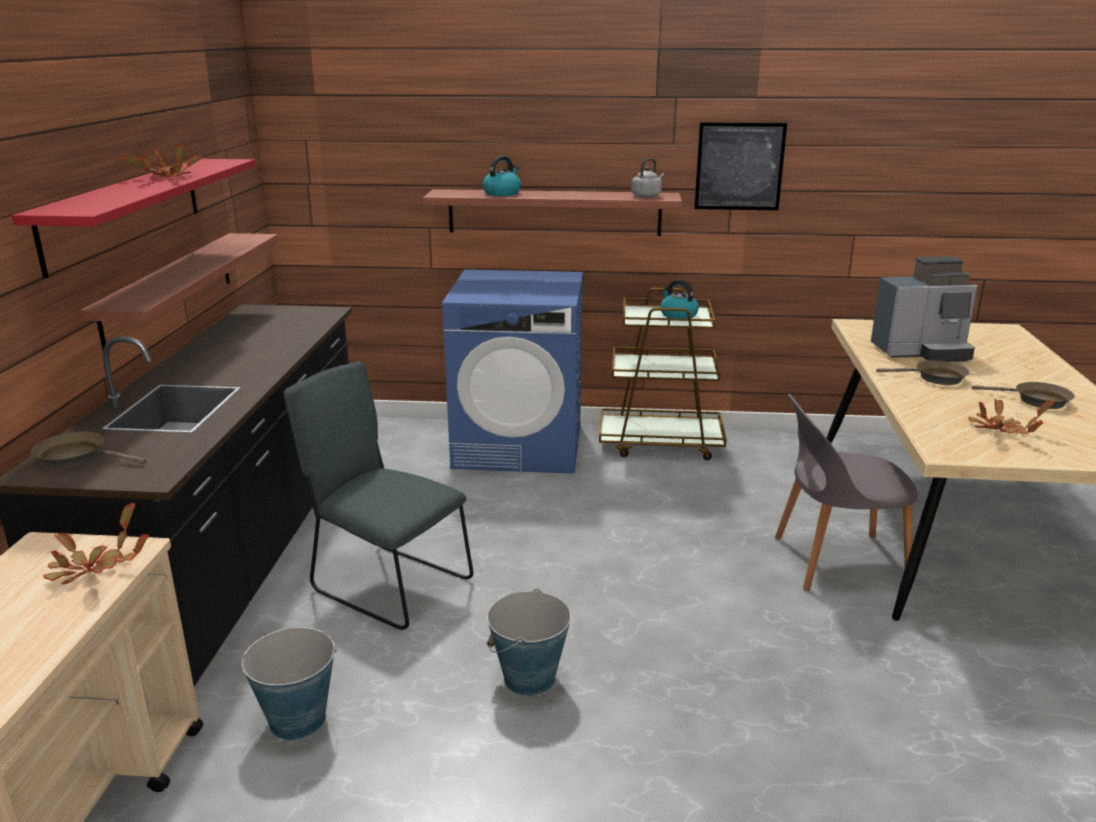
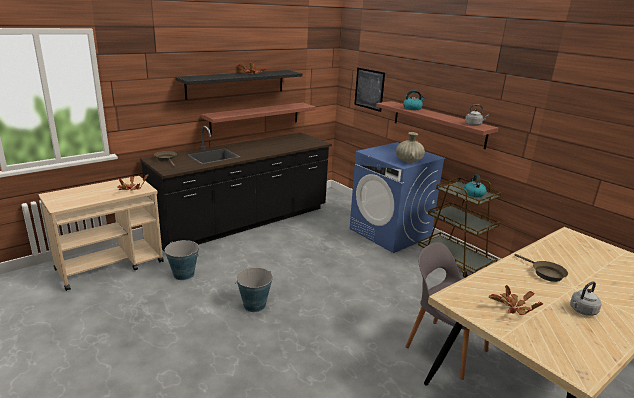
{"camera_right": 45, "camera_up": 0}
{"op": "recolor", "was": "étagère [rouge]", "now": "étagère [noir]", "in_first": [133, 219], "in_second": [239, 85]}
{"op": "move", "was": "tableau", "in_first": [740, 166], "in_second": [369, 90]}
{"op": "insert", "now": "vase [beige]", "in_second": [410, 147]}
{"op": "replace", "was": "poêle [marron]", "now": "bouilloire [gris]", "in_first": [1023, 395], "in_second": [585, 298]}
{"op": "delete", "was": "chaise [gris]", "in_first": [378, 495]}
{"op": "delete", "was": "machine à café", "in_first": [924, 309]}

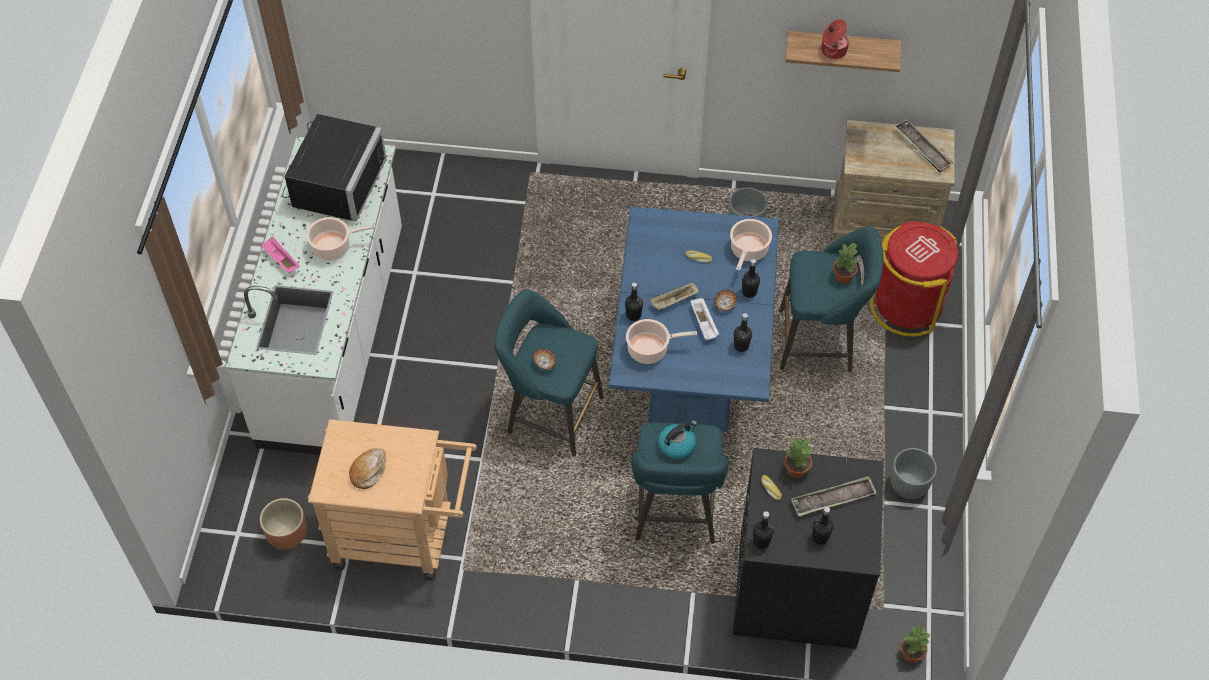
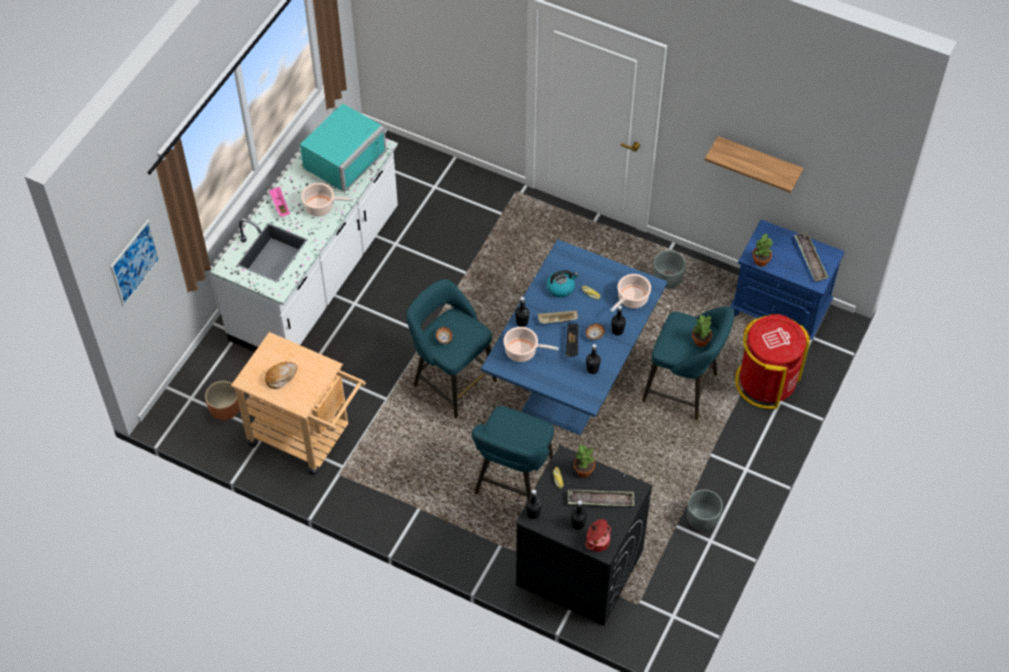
{"camera_right": 20, "camera_up": 0}
{"op": "insert", "now": "tableau", "in_second": [135, 263]}
{"op": "recolor", "was": "micro-ondes [noir]", "now": "micro-ondes [turquoise]", "in_first": [335, 168], "in_second": [343, 147]}
{"op": "move", "was": "bouilloire", "in_first": [677, 440], "in_second": [562, 283]}
{"op": "recolor", "was": "plateau [blanc]", "now": "plateau [noir]", "in_first": [705, 319], "in_second": [572, 340]}
{"op": "move", "was": "marmite", "in_first": [835, 39], "in_second": [598, 535]}
{"op": "recolor", "was": "table de chevet [beige]", "now": "table de chevet [bleu]", "in_first": [894, 180], "in_second": [787, 280]}
{"op": "move", "was": "plante en pot", "in_first": [916, 643], "in_second": [762, 250]}

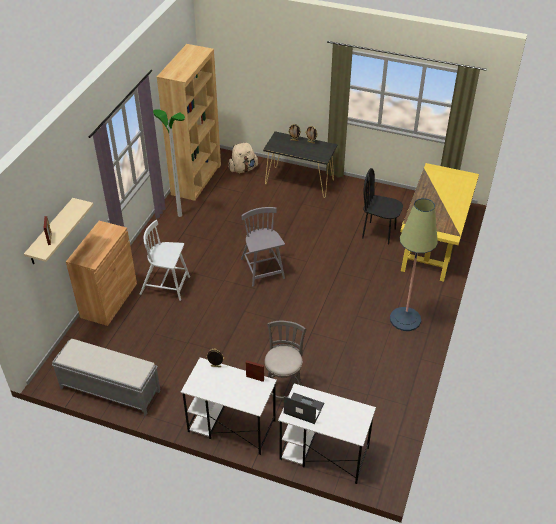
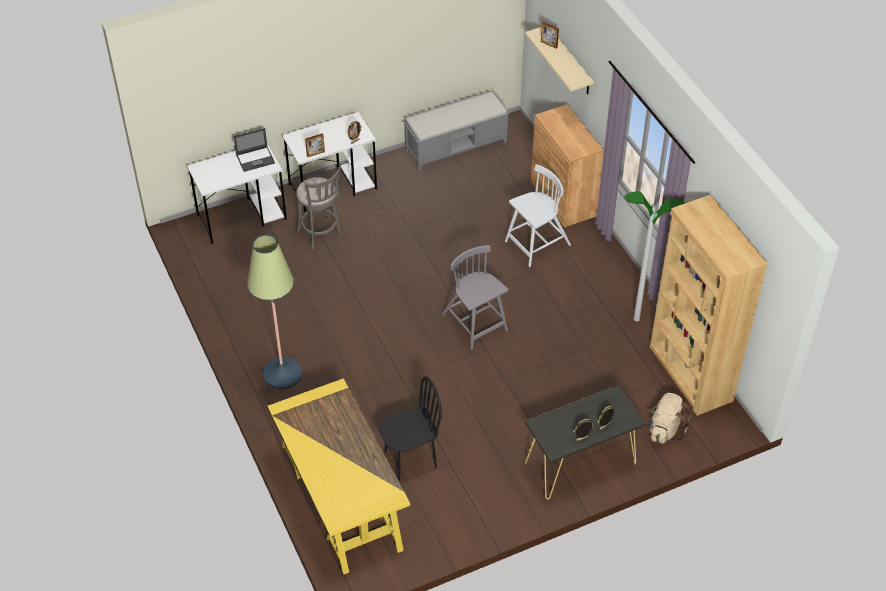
{"camera_right": 135, "camera_up": 5}
{"op": "rotate", "was": "chaise [gris]", "in_first": [263, 247], "in_second": [475, 297], "clockwise": -150}

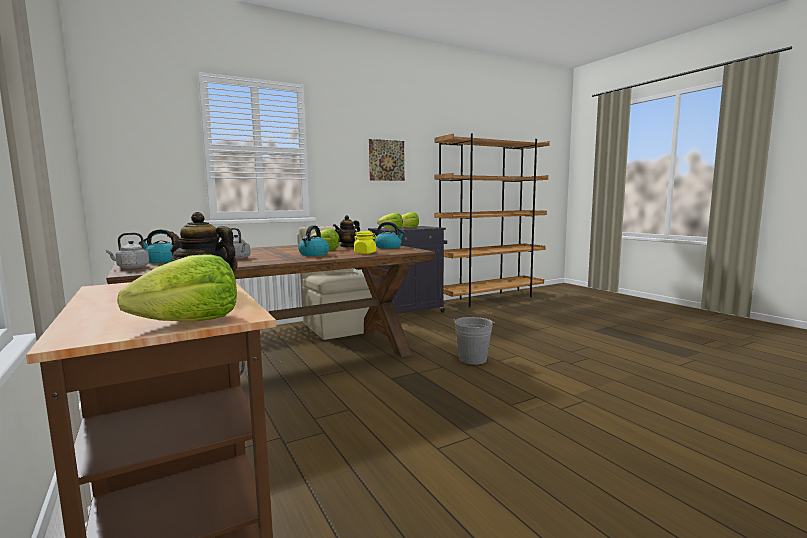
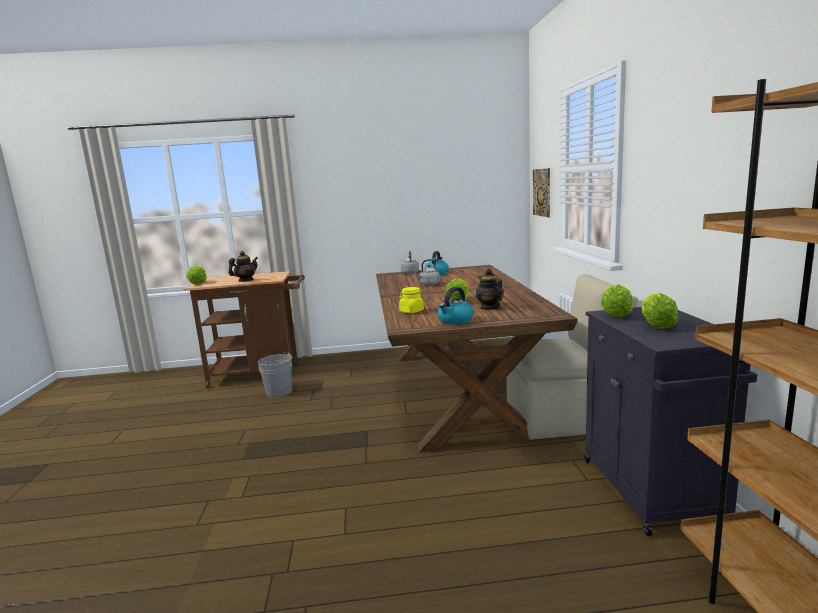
{"camera_right": 115, "camera_up": 5}
{"op": "move", "was": "seau [gris]", "in_first": [474, 341], "in_second": [275, 374]}
{"op": "move", "was": "tableau", "in_first": [387, 160], "in_second": [541, 192]}
{"op": "delete", "was": "bouilloire", "in_first": [313, 240]}

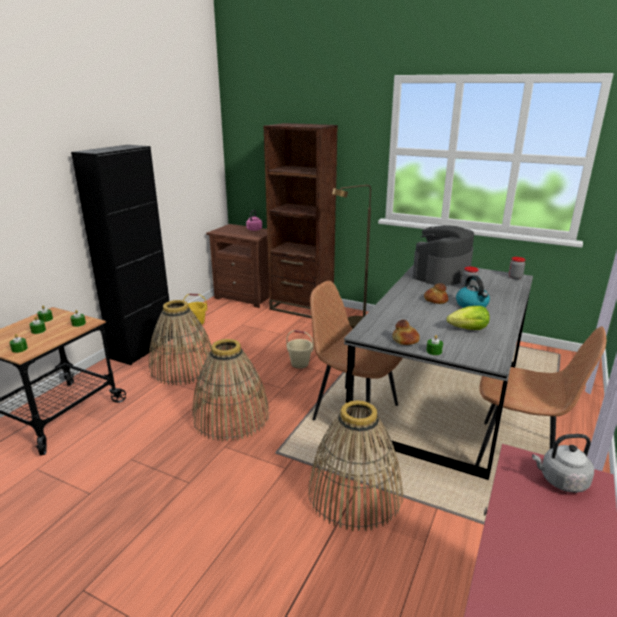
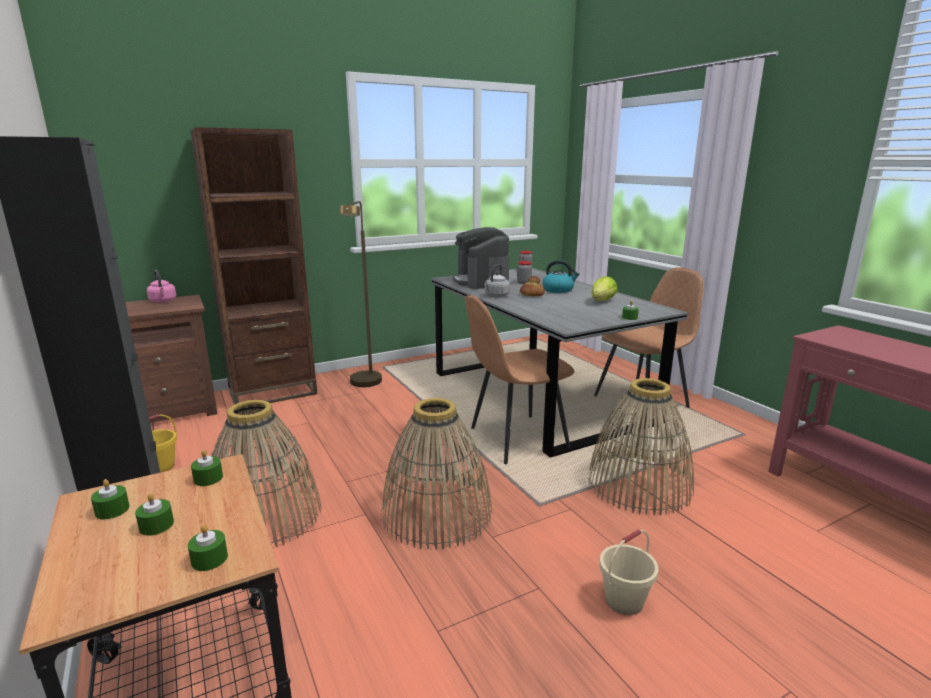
{"camera_right": -55, "camera_up": -5}
{"op": "move", "was": "bouilloire [gris]", "in_first": [563, 463], "in_second": [497, 280]}
{"op": "move", "was": "seau [beige]", "in_first": [299, 349], "in_second": [629, 572]}
{"op": "delete", "was": "pain", "in_first": [406, 332]}

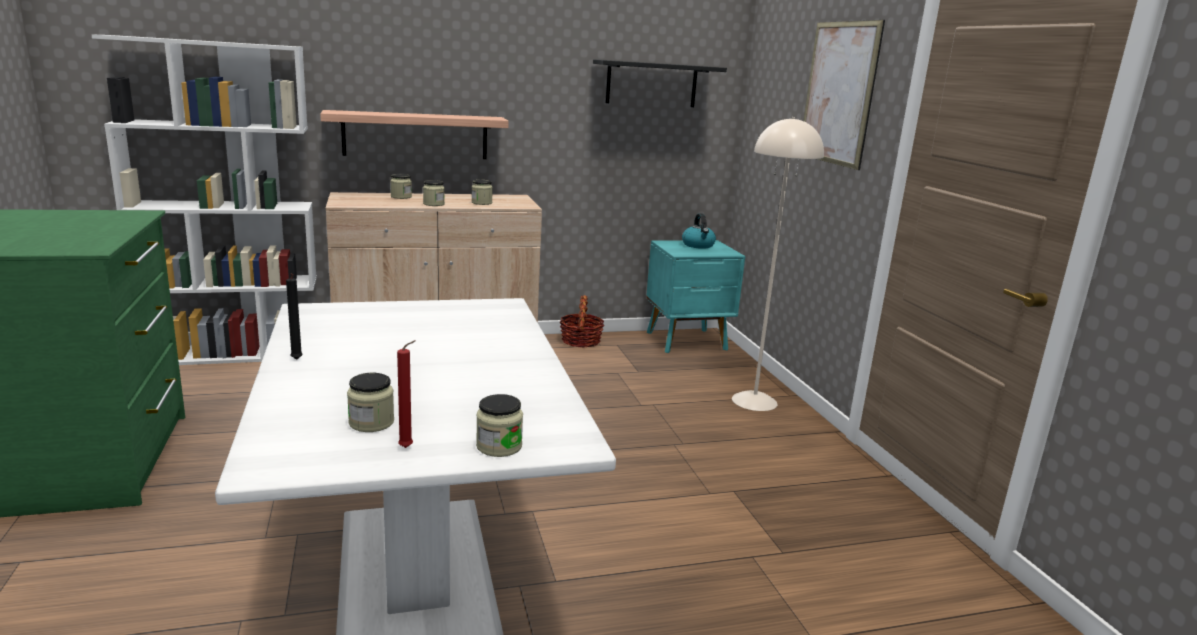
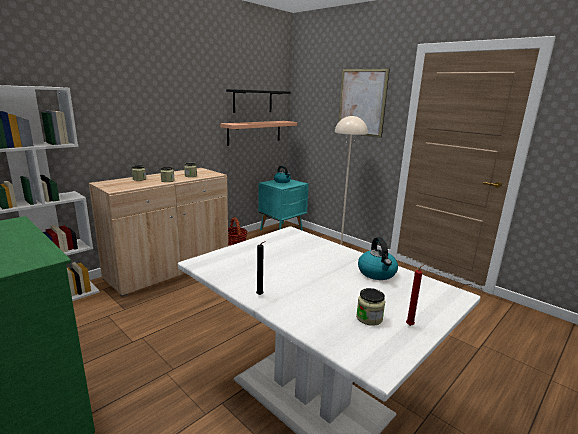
{"camera_right": -30, "camera_up": 0}
{"op": "move", "was": "étagère", "in_first": [414, 134], "in_second": [258, 133]}
{"op": "insert", "now": "bouilloire", "in_second": [378, 258]}
{"op": "delete", "was": "bocal", "in_first": [499, 425]}

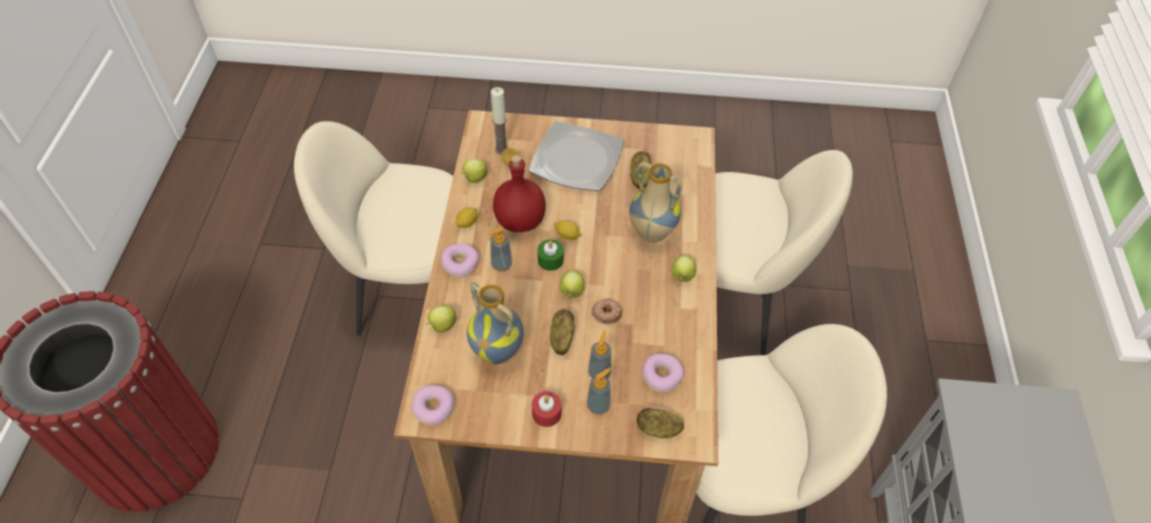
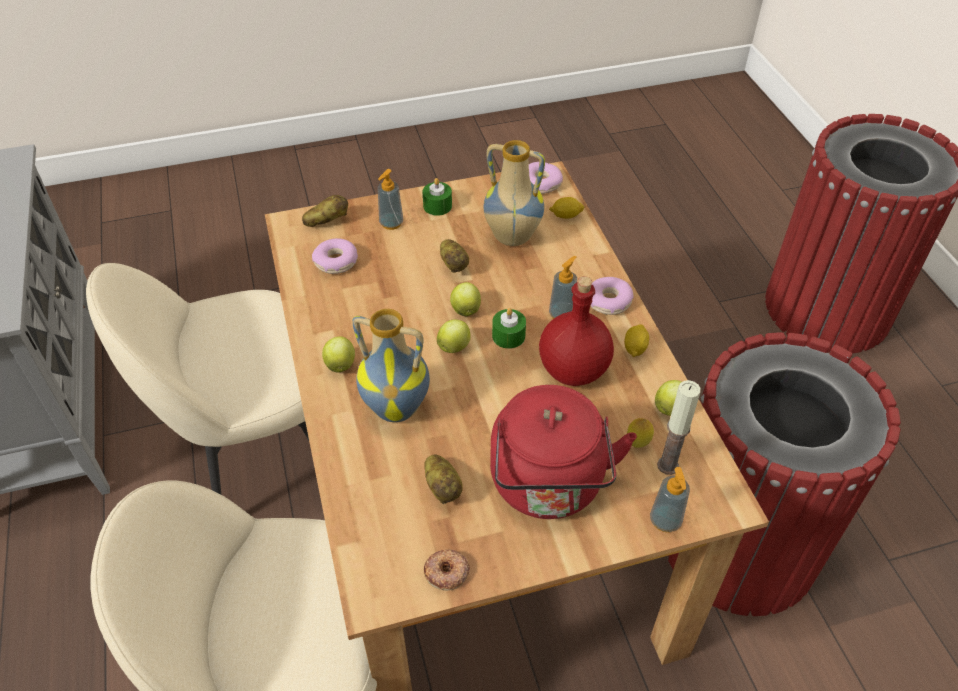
{"camera_right": 160, "camera_up": -5}
{"op": "recolor", "was": "bougie [rouge]", "now": "bougie [vert]", "in_first": [546, 409], "in_second": [437, 197]}
{"op": "move", "was": "beignet", "in_first": [607, 312], "in_second": [447, 570]}
{"op": "move", "was": "pomme", "in_first": [441, 319], "in_second": [454, 336]}
{"op": "replace", "was": "assiette", "now": "bouilloire [rouge]", "in_first": [576, 156], "in_second": [563, 452]}
{"op": "move", "was": "citron", "in_first": [568, 230], "in_second": [567, 208]}
{"op": "move", "was": "distributeur de savon", "in_first": [599, 354], "in_second": [670, 499]}
{"op": "replace", "was": "chaise [beige]", "now": "poubelle [rouge]", "in_first": [373, 228], "in_second": [784, 474]}

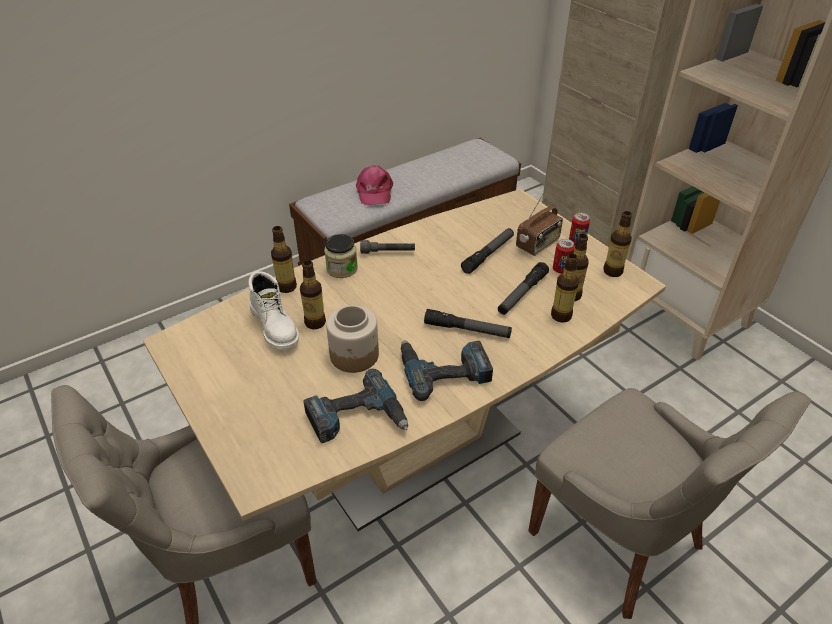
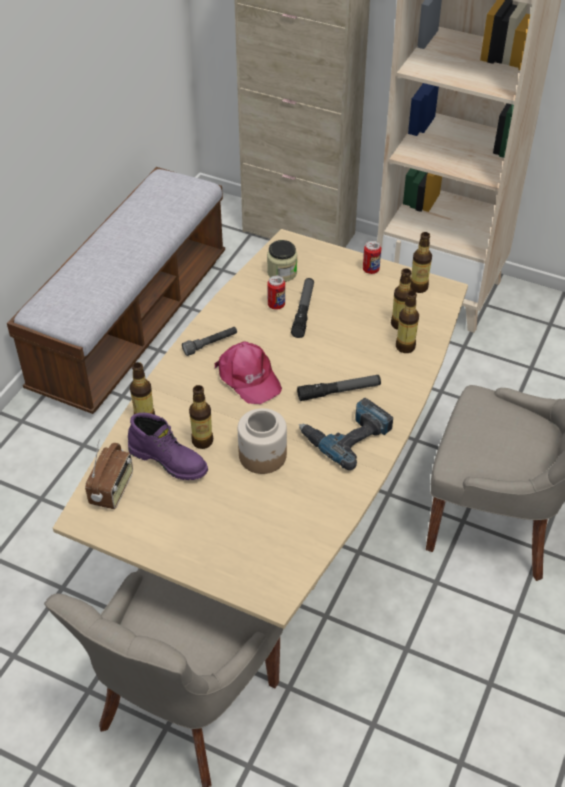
{"camera_right": -30, "camera_up": 5}
{"op": "move", "was": "radio", "in_first": [539, 225], "in_second": [109, 474]}
{"op": "recolor", "was": "botte [blanc]", "now": "botte [violet]", "in_first": [273, 310], "in_second": [168, 446]}
{"op": "move", "was": "casquette [rose]", "in_first": [374, 185], "in_second": [248, 372]}
{"op": "move", "was": "bocal", "in_first": [341, 256], "in_second": [282, 261]}
{"op": "move", "was": "boîte métallique", "in_first": [564, 256], "in_second": [276, 293]}
{"op": "delete", "was": "perceuse", "in_first": [355, 406]}
{"op": "delete", "was": "lampe de poche", "in_first": [523, 288]}

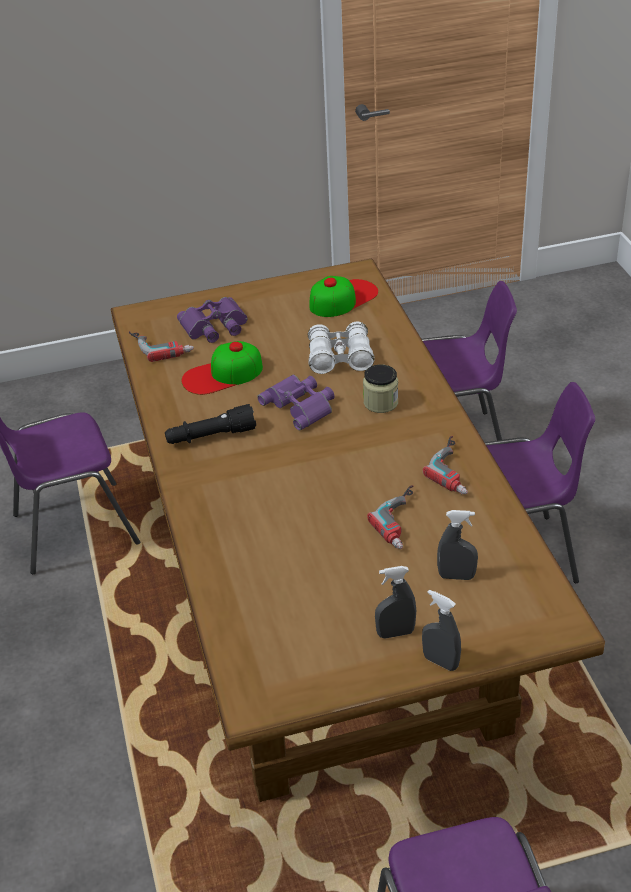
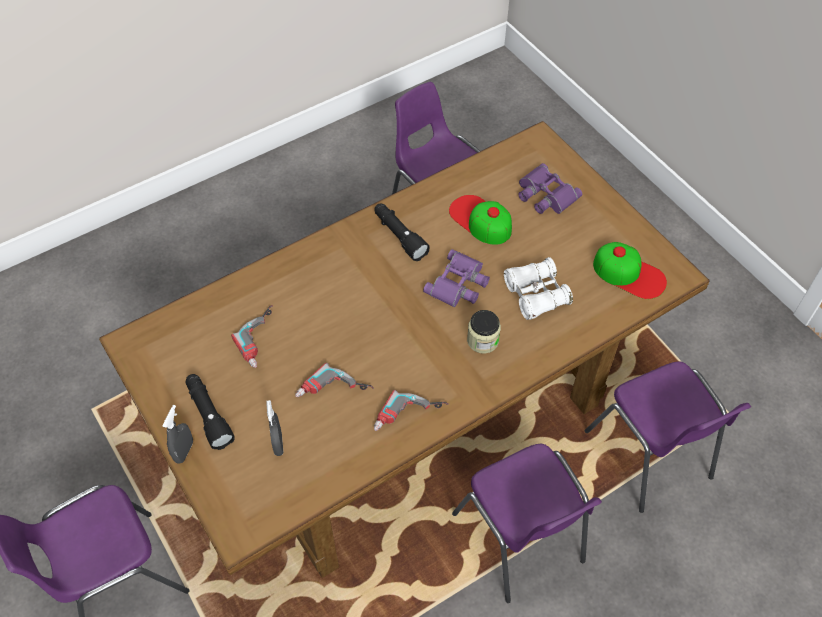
{"camera_right": 70, "camera_up": 15}
{"op": "replace", "was": "vaporisateur [gris]", "now": "lampe de poche [noir]", "in_first": [395, 602], "in_second": [210, 412]}
{"op": "move", "was": "perceuse", "in_first": [161, 346], "in_second": [252, 336]}

